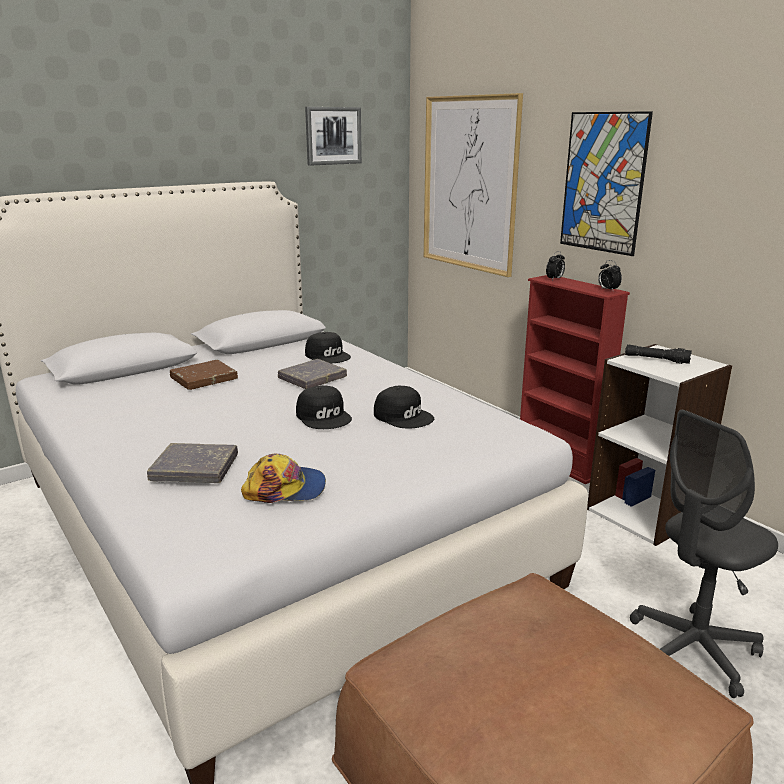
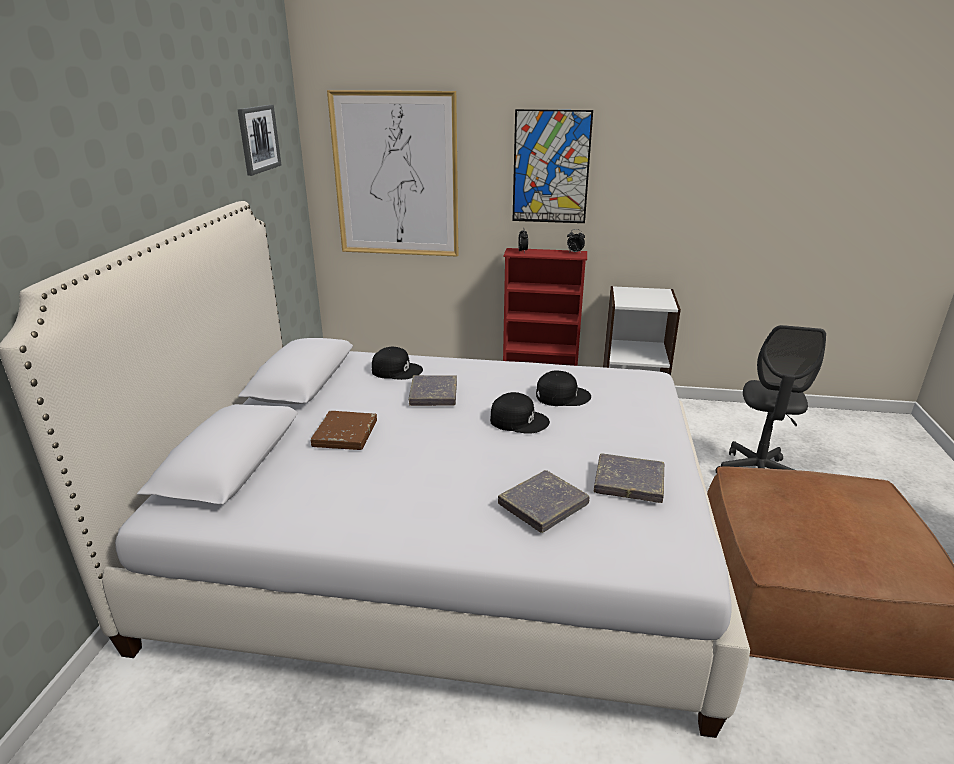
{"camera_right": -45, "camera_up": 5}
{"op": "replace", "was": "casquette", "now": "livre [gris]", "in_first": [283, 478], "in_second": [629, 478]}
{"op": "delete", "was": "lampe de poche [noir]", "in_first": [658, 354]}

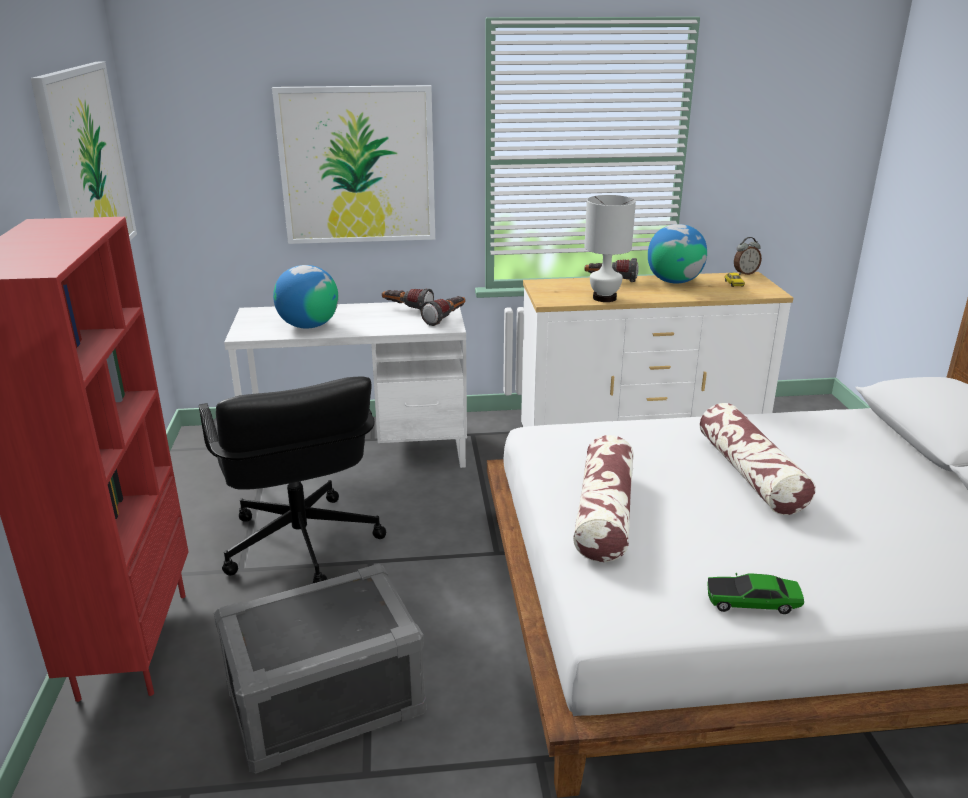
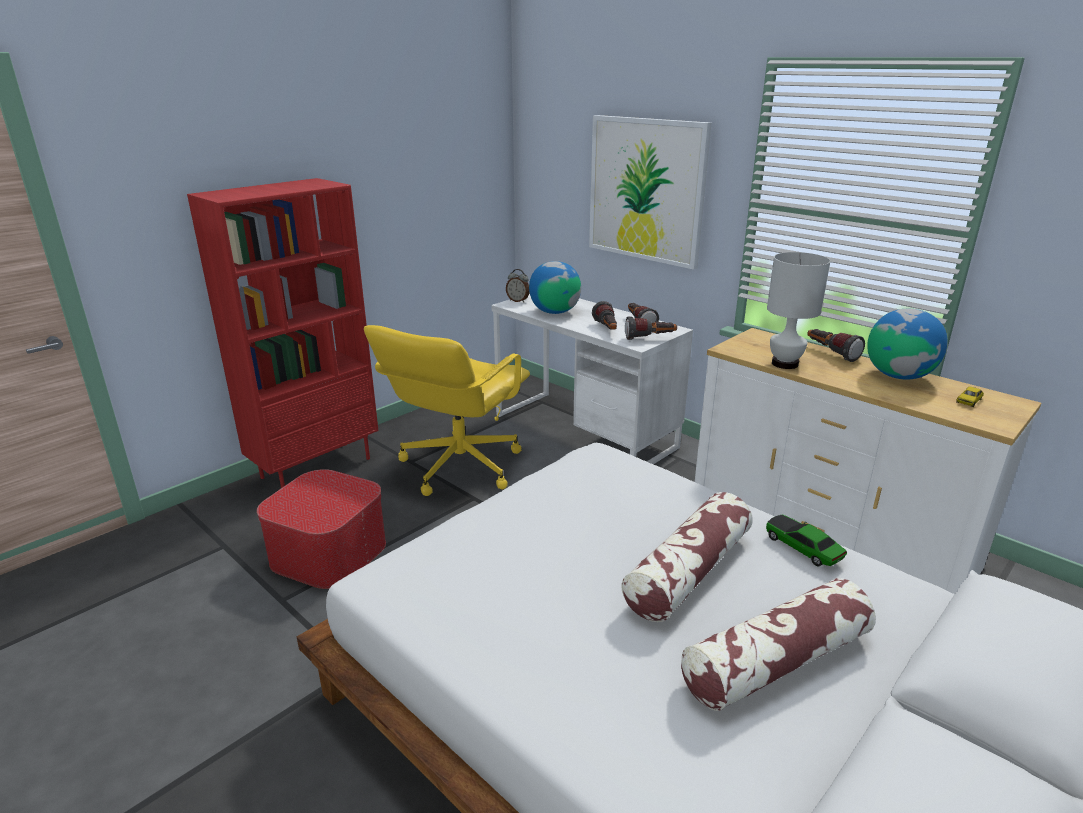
{"camera_right": 50, "camera_up": 0}
{"op": "replace", "was": "boîte de rangement [gris]", "now": "pouf", "in_first": [320, 668], "in_second": [321, 529]}
{"op": "recolor", "was": "chaise de bureau [noir]", "now": "chaise de bureau [jaune]", "in_first": [292, 480], "in_second": [447, 410]}
{"op": "move", "was": "réveil", "in_first": [748, 256], "in_second": [518, 285]}
{"op": "insert", "now": "lampe de poche", "in_second": [604, 315]}
{"op": "move", "was": "coussin", "in_first": [603, 498], "in_second": [778, 644]}
{"op": "move", "was": "petite voiture", "in_first": [755, 593], "in_second": [806, 540]}
{"op": "delete", "was": "tableau", "in_first": [83, 151]}

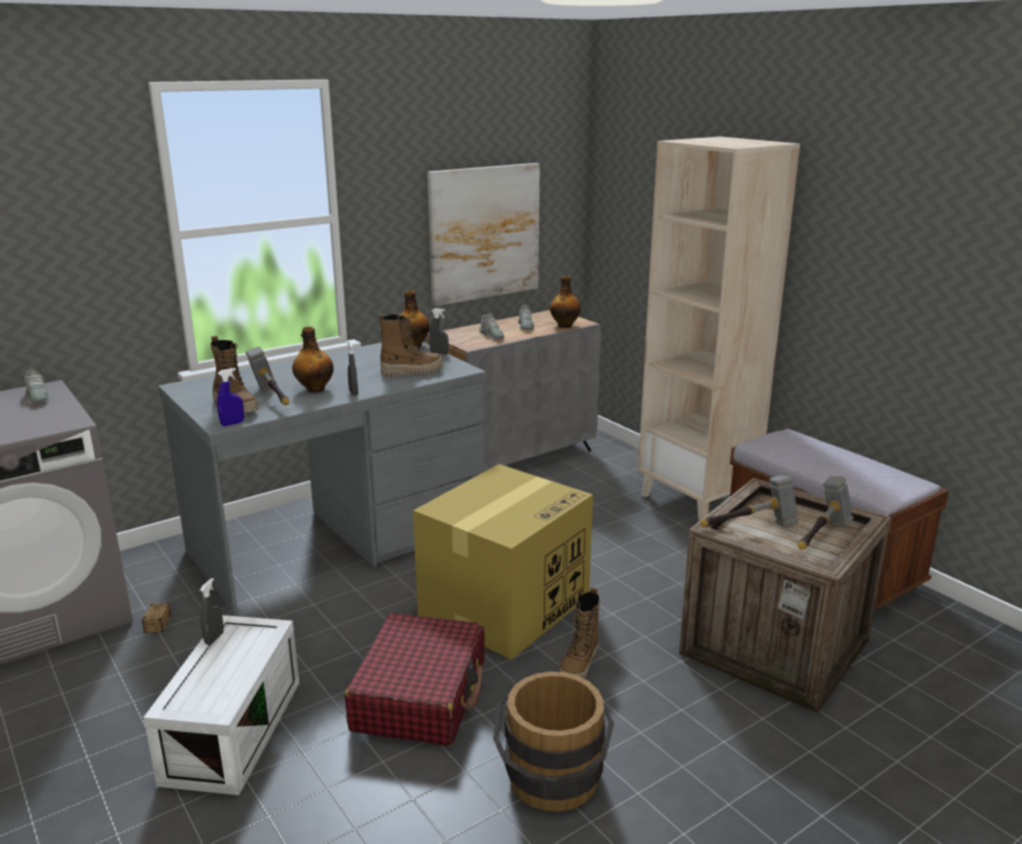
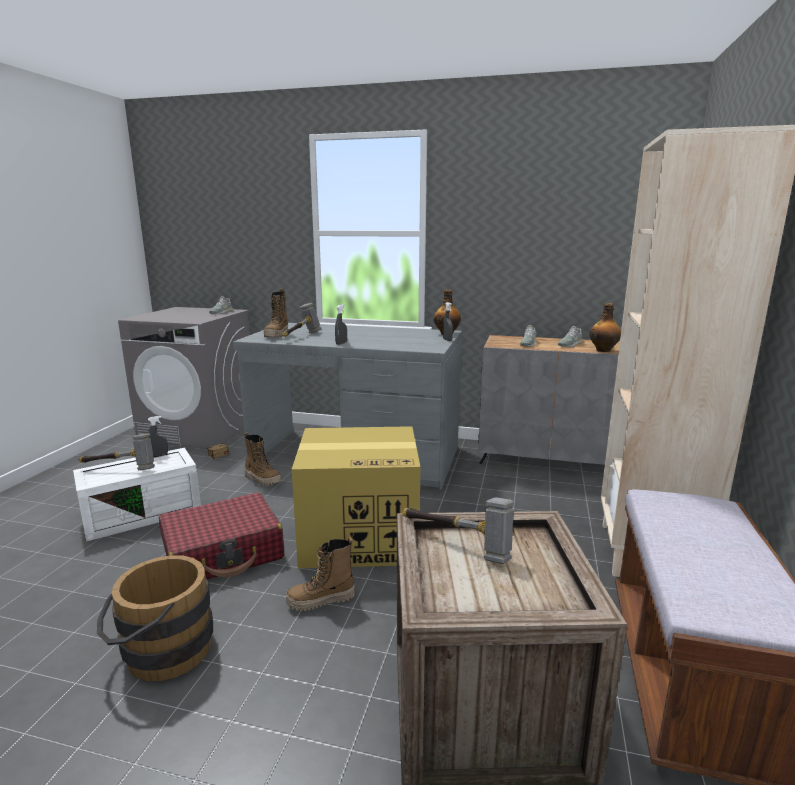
{"camera_right": 50, "camera_up": -5}
{"op": "move", "was": "marteau", "in_first": [825, 513], "in_second": [116, 451]}
{"op": "move", "was": "botte", "in_first": [411, 345], "in_second": [262, 459]}
{"op": "delete", "was": "vaporisateur [bleu]", "in_first": [230, 397]}
{"op": "delete", "was": "bouteille", "in_first": [313, 359]}
{"op": "delete", "was": "tableau", "in_first": [483, 234]}

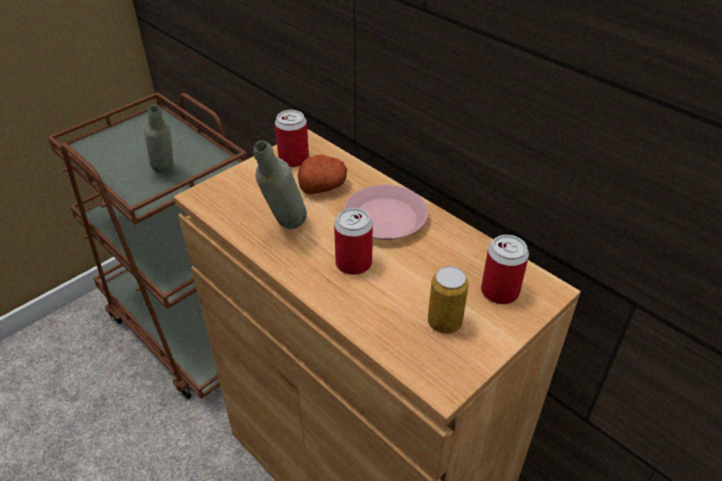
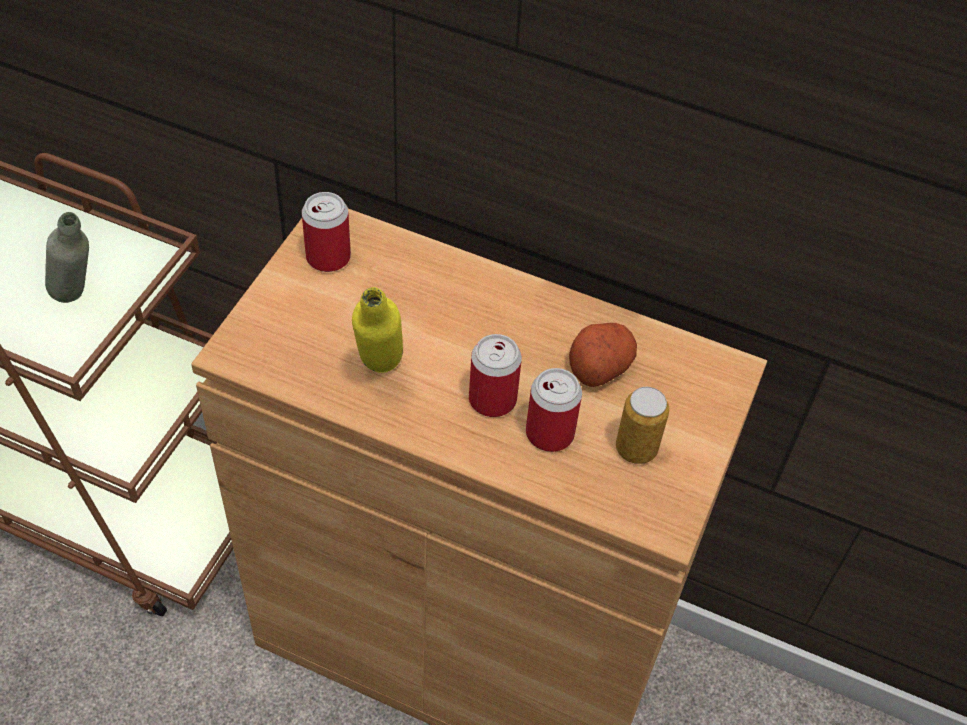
{"camera_right": -25, "camera_up": 10}
{"op": "recolor", "was": "bouteille [gris]", "now": "bouteille [jaune]", "in_first": [280, 184], "in_second": [377, 330]}
{"op": "move", "was": "boîte métallique", "in_first": [505, 269], "in_second": [554, 410]}
{"op": "move", "was": "pomme de terre", "in_first": [322, 174], "in_second": [603, 355]}
{"op": "delete", "was": "assiette [rose]", "in_first": [386, 212]}

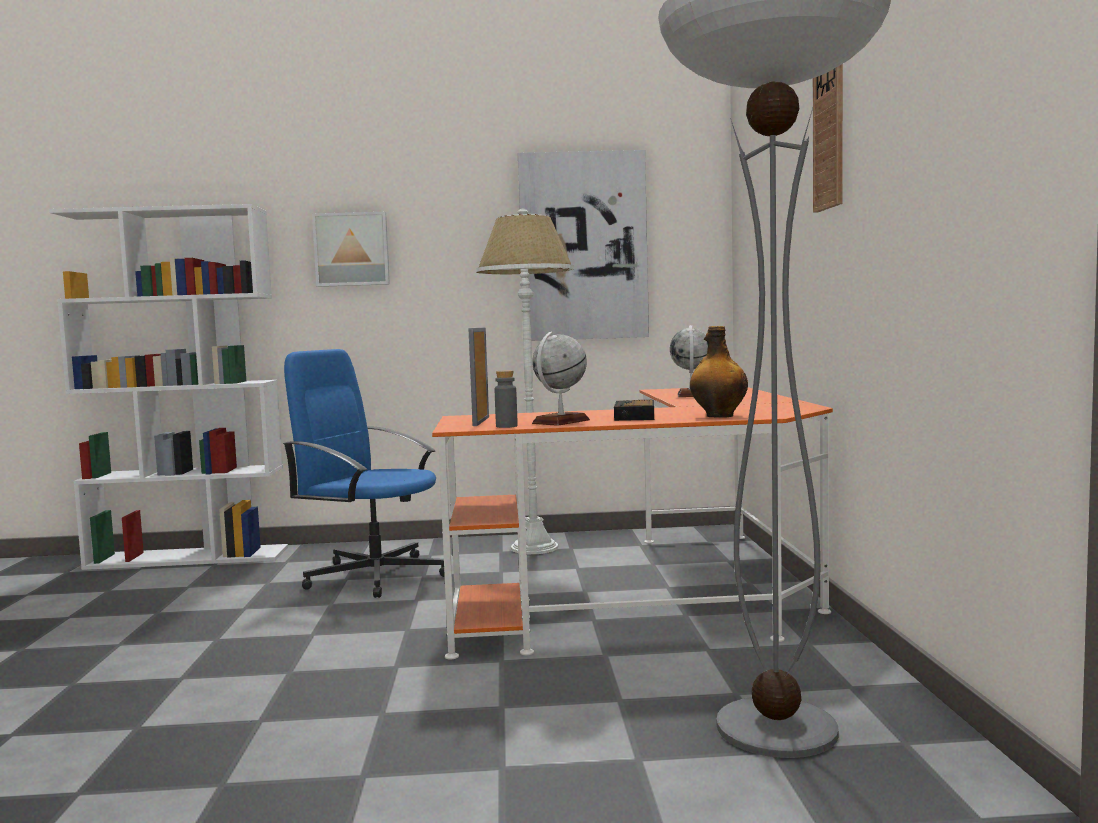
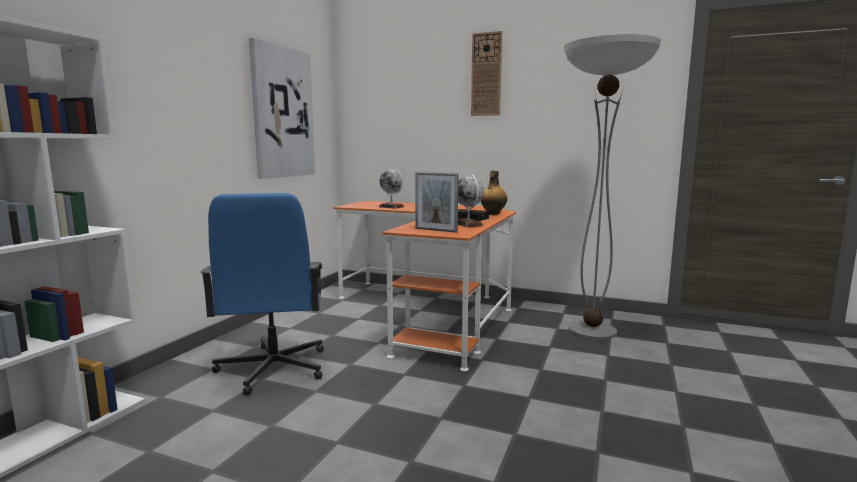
{"camera_right": -65, "camera_up": 5}
{"op": "rotate", "was": "chaise de bureau [bleu]", "in_first": [364, 473], "in_second": [262, 294], "clockwise": -60}
{"op": "delete", "was": "tableau", "in_first": [351, 249]}
{"op": "delete", "was": "lampadaire [blanc]", "in_first": [525, 381]}
{"op": "delete", "was": "bouteille [gris]", "in_first": [506, 399]}

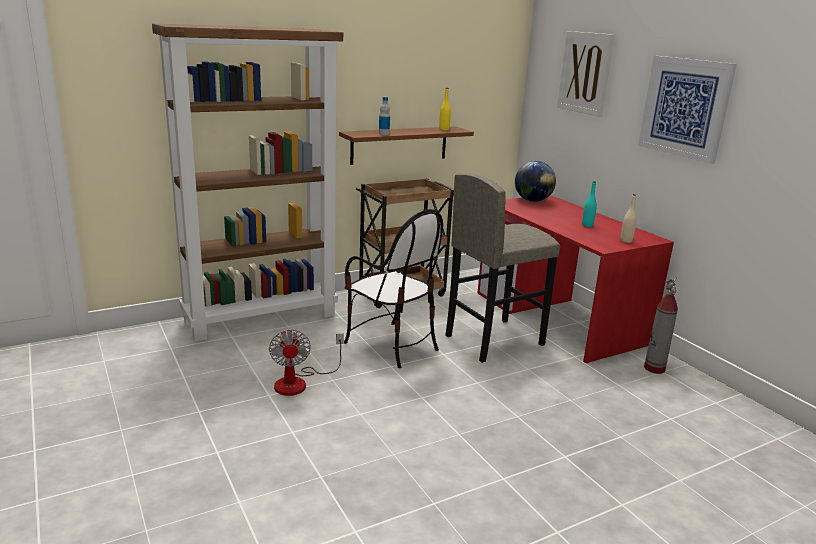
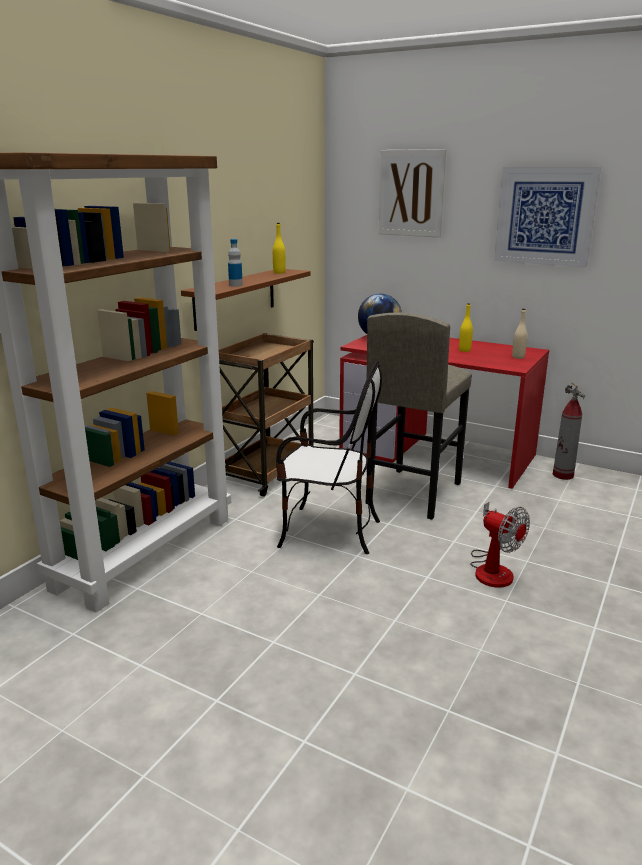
{"camera_right": -30, "camera_up": 0}
{"op": "recolor", "was": "bouteille [turquoise]", "now": "bouteille [jaune]", "in_first": [589, 204], "in_second": [466, 327]}
{"op": "move", "was": "ventilateur", "in_first": [306, 362], "in_second": [500, 545]}

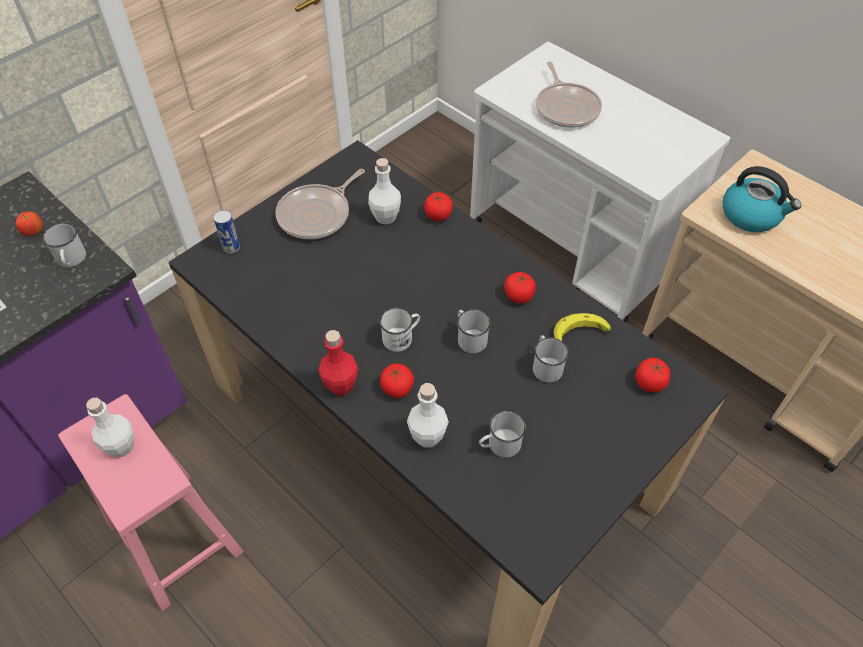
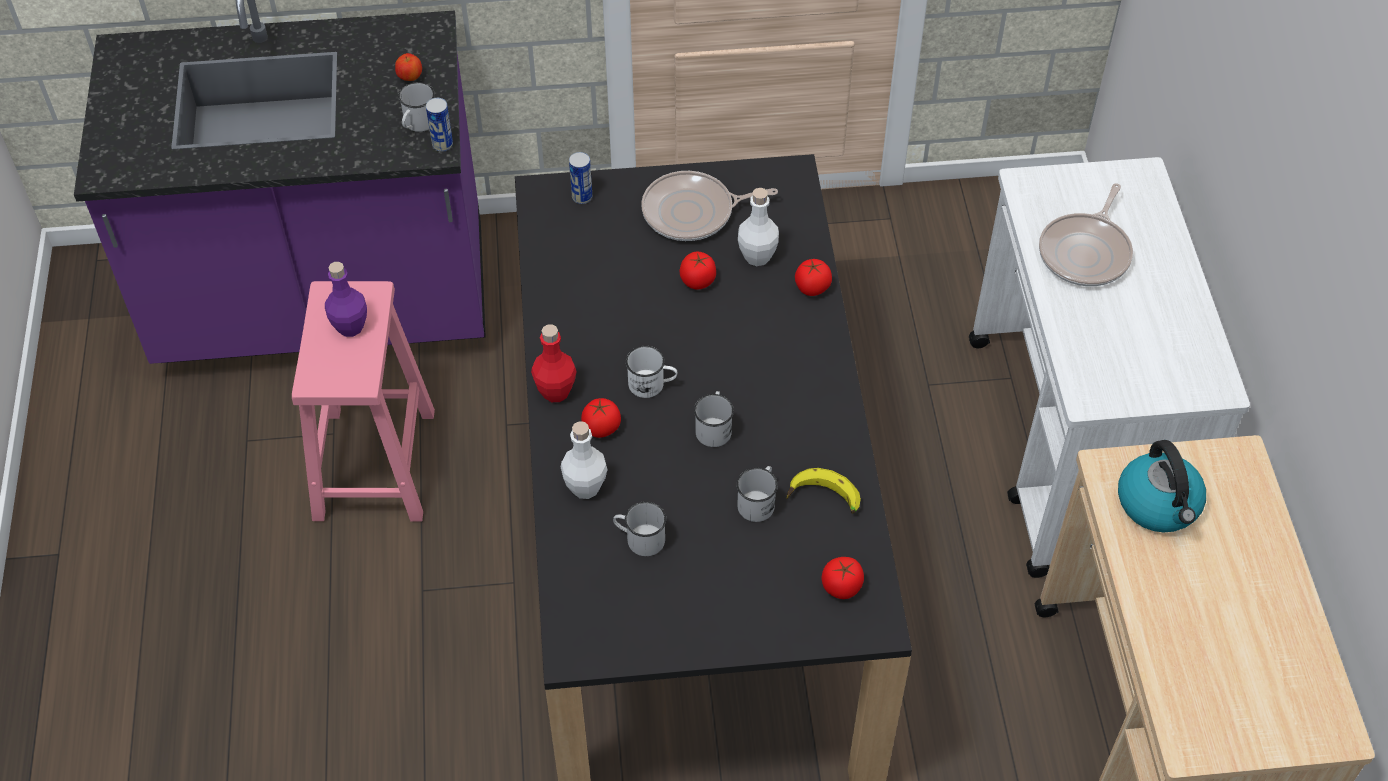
{"camera_right": 40, "camera_up": 0}
{"op": "recolor", "was": "bouteille [blanc]", "now": "bouteille [violet]", "in_first": [110, 427], "in_second": [346, 299]}
{"op": "insert", "now": "boîte métallique", "in_second": [439, 125]}
{"op": "move", "was": "tomate", "in_first": [520, 288], "in_second": [697, 271]}

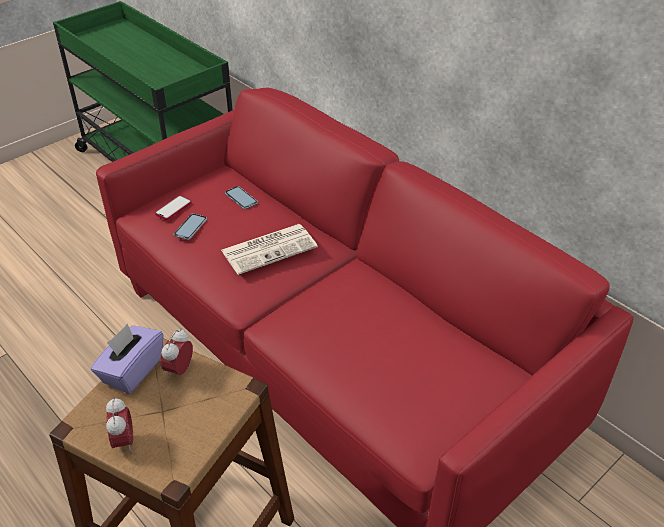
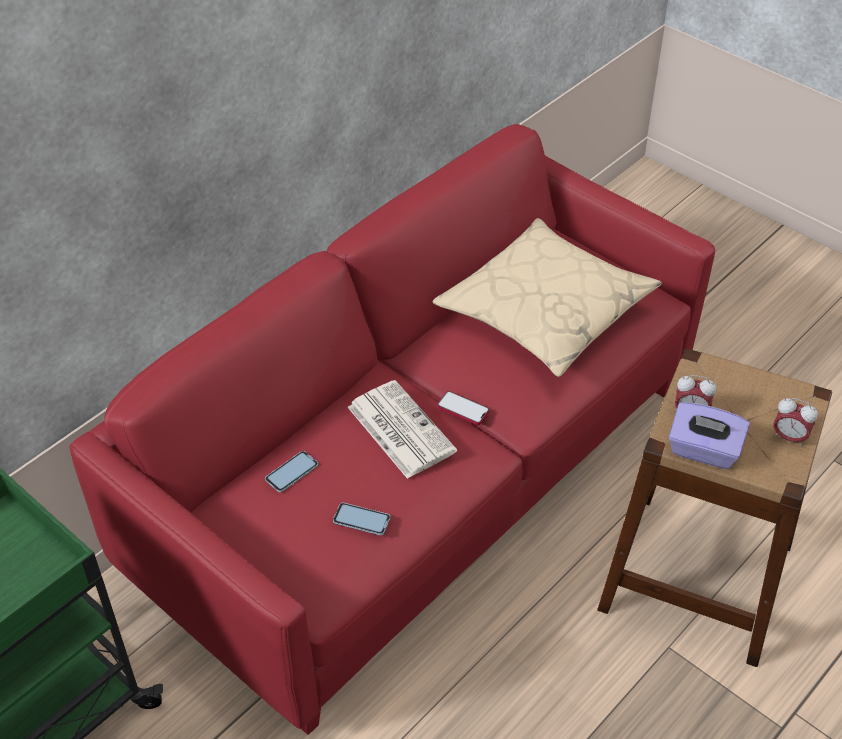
{"camera_right": -95, "camera_up": 5}
{"op": "insert", "now": "coussin [beige]", "in_second": [547, 297]}
{"op": "move", "was": "téléphone", "in_first": [173, 207], "in_second": [463, 408]}
{"op": "rotate", "was": "réveil", "in_first": [119, 424], "in_second": [796, 422], "clockwise": -135}

